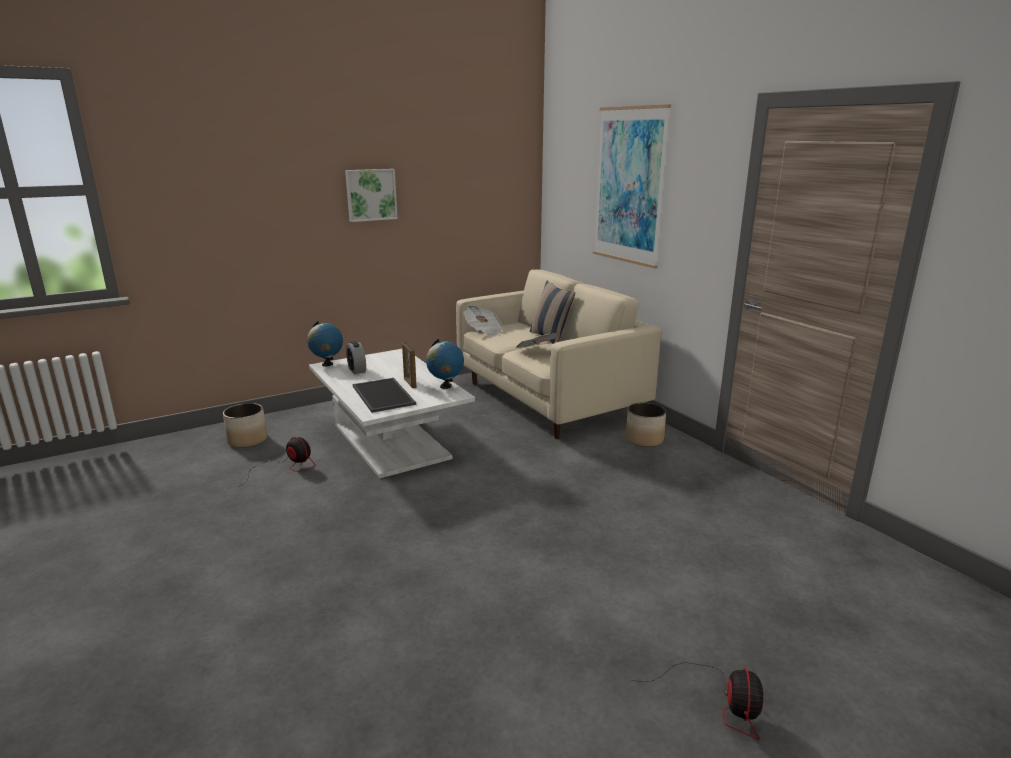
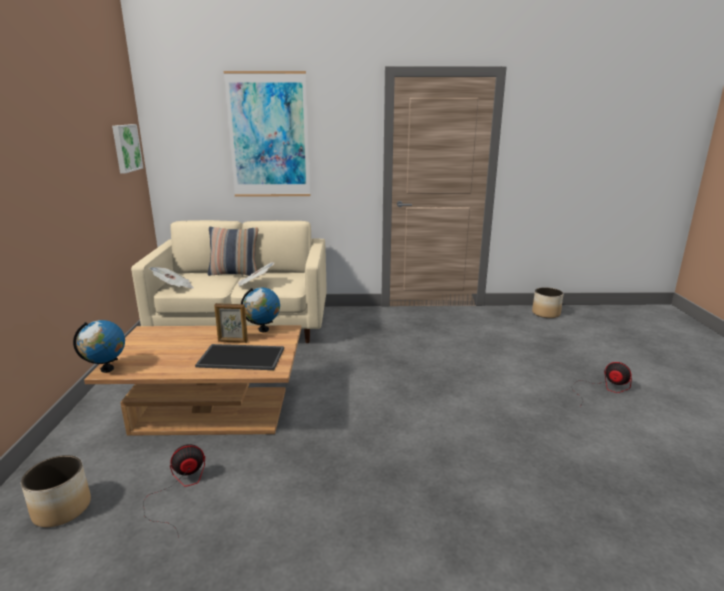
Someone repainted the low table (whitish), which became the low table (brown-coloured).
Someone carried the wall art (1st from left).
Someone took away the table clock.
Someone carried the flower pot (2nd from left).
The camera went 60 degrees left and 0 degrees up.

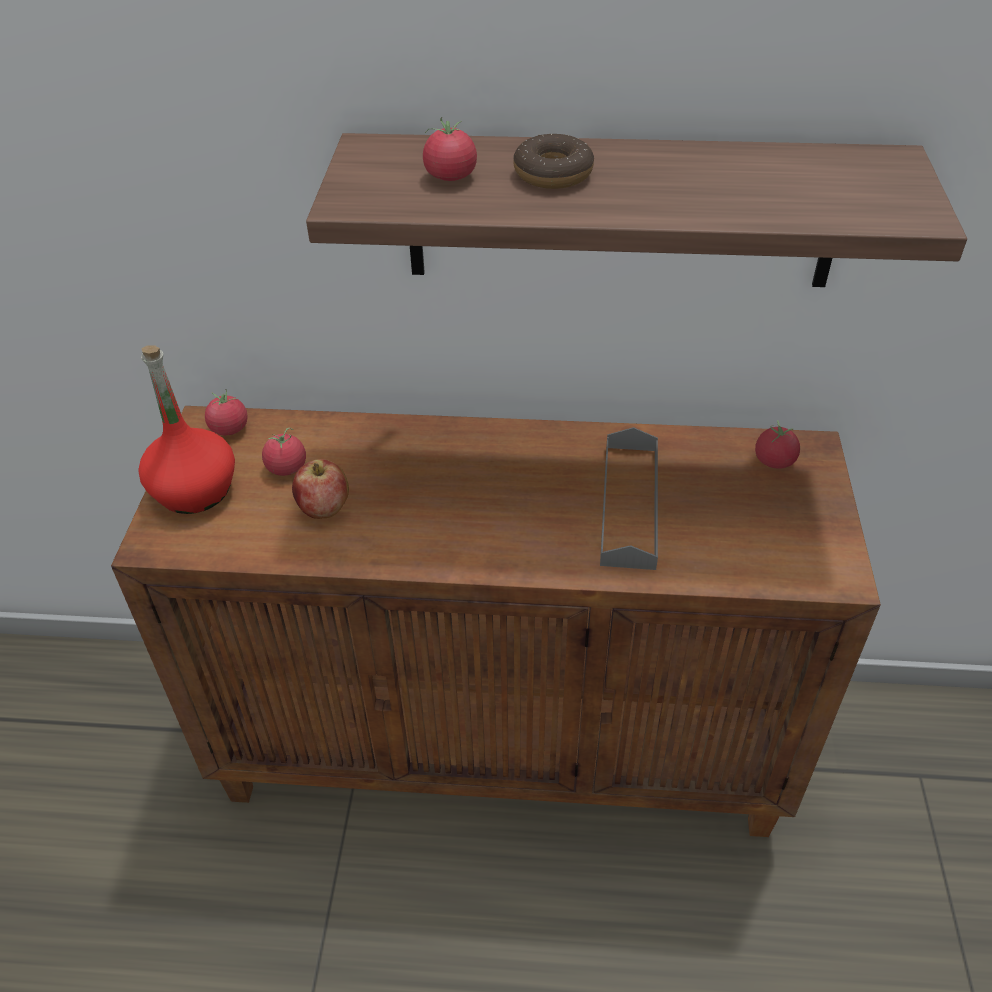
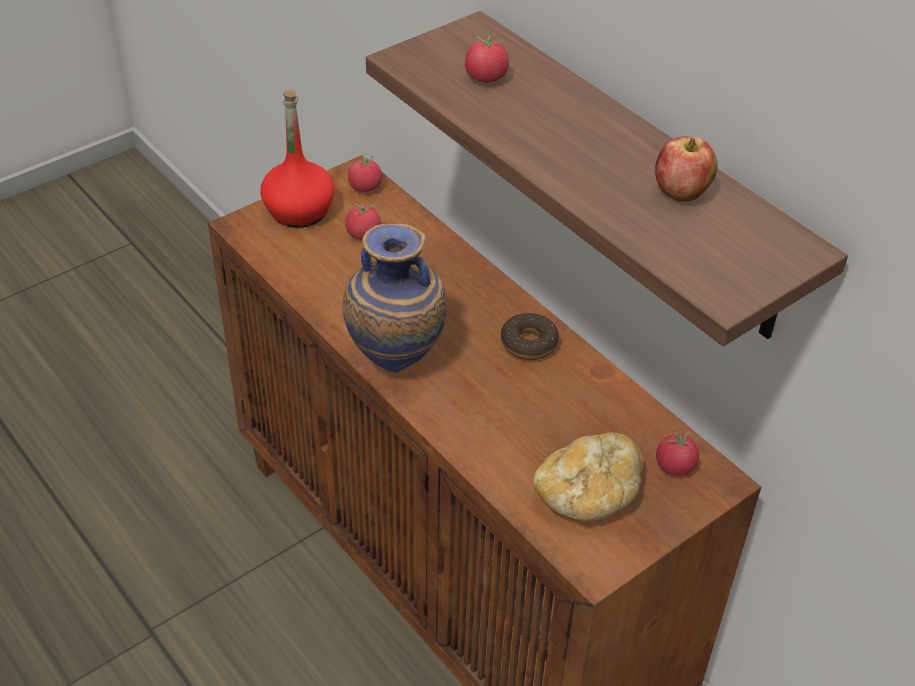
Someone carried the apple.
Someone carried the doughnut.
Someone took away the tray (grey).
Someone put down the decorative vase.
Someone put down the bakery bread.
The camera went 45 degrees right and 0 degrees up.

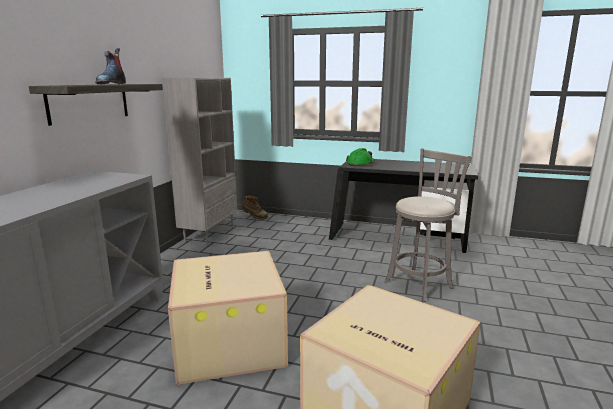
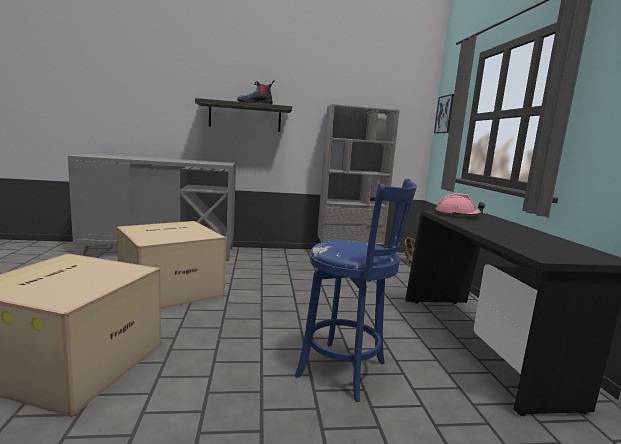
Someone repainted the work helmet (green-coloured), which became the work helmet (pink-coloured).
Someone repainted the stool (grey), which became the stool (bluish).
Someone put up the wall art.
The camera went 65 degrees right and 5 degrees down.

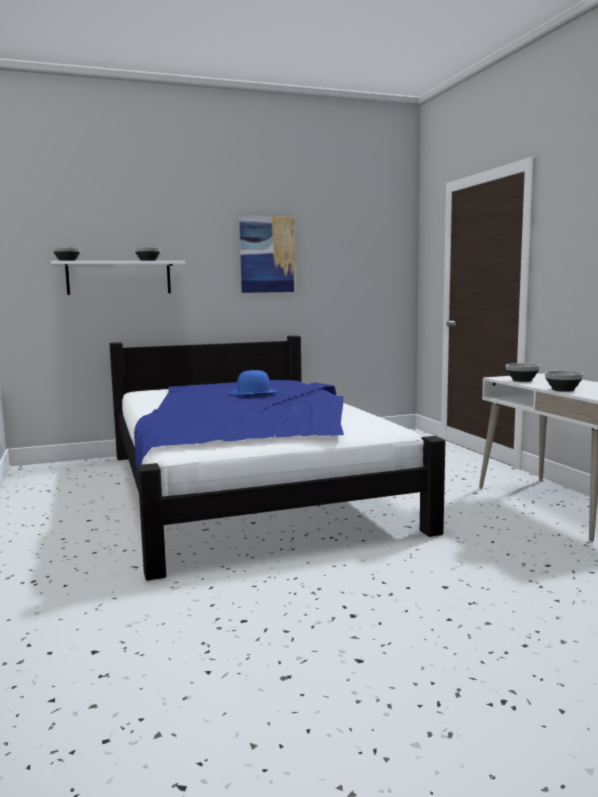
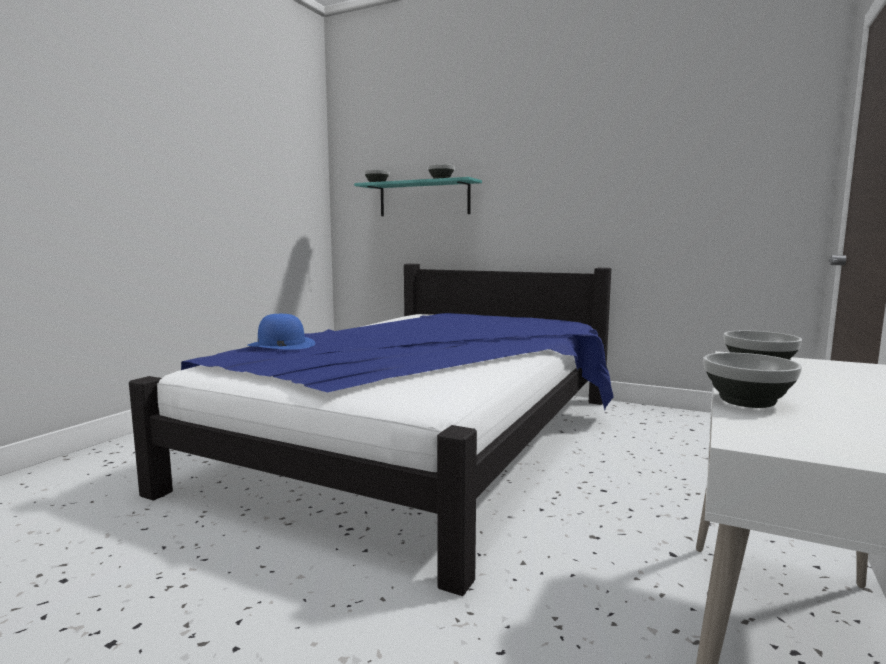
Someone repainted the shelf (whitish), which became the shelf (turquoise).
Someone carried the wearable hat (bluish).
Someone took away the wall art.
The camera went 45 degrees right and 0 degrees up.

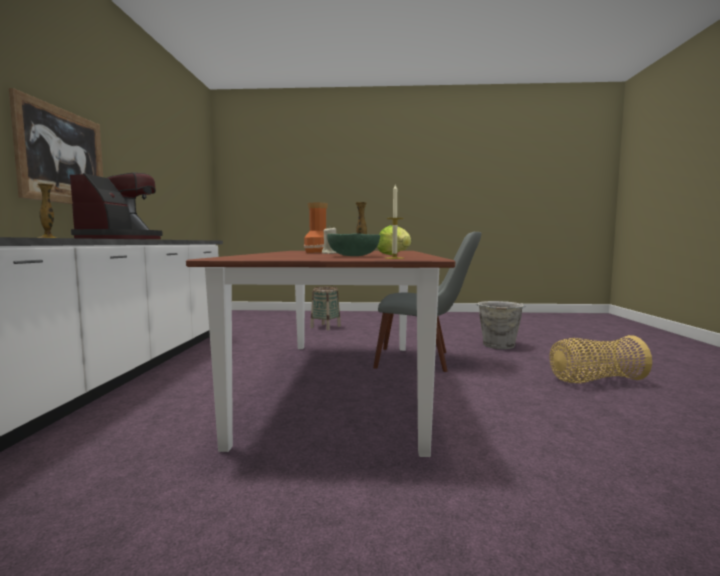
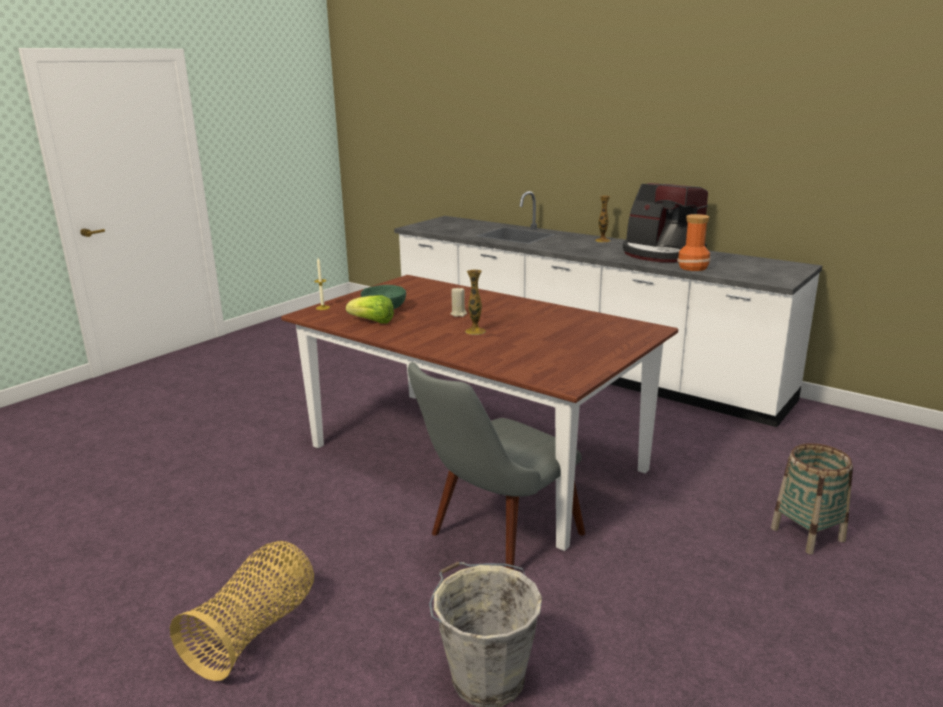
Someone took away the wall art.
Someone carried the decorative vase (2nd from left in the first image).
The camera went 125 degrees right and 15 degrees up.

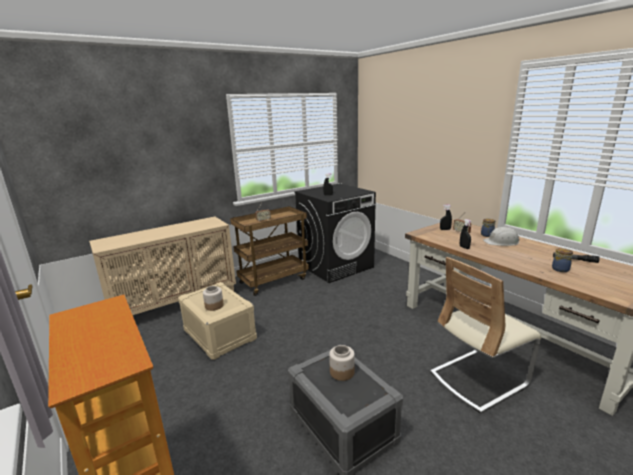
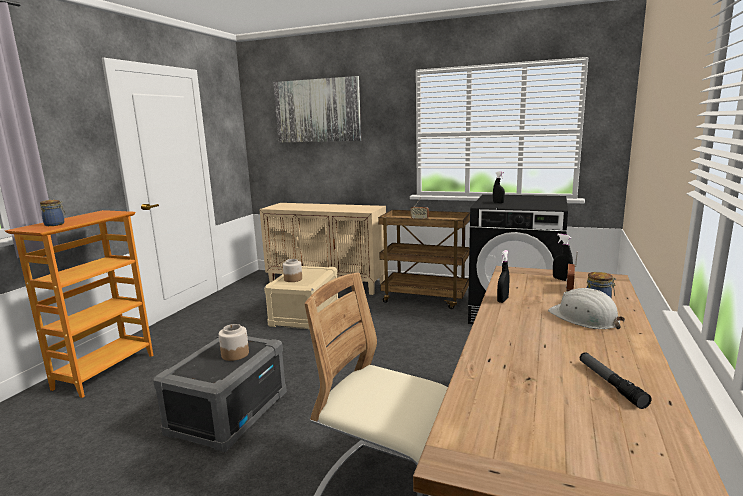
Someone carried the preserve jar (4th from left in the first image).
Someone put up the wall art.
The camera went 55 degrees right and 5 degrees down.

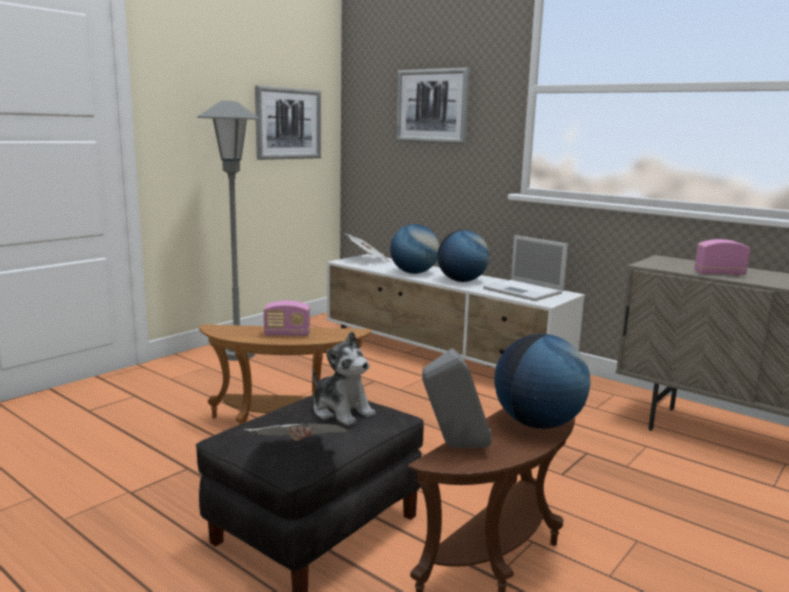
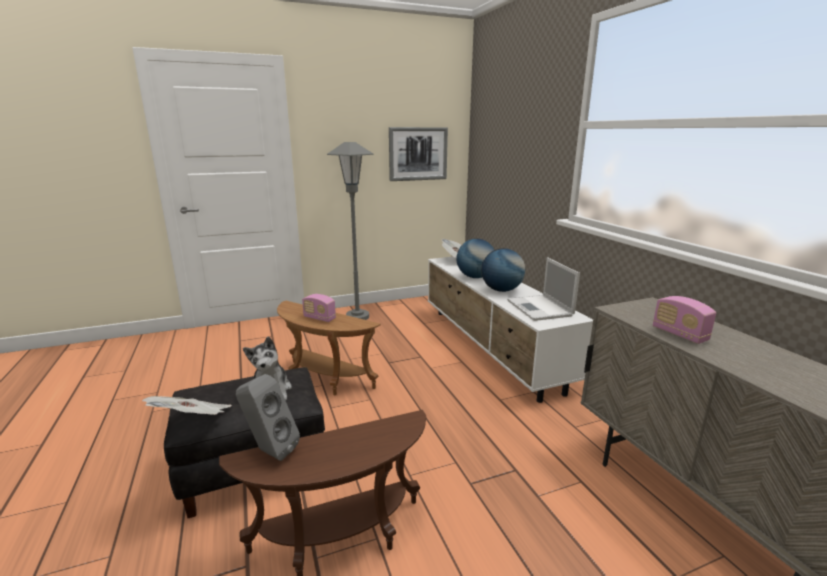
Someone took away the wall art (2nd from left).
Someone took away the globe (3rd from left).
Someone rotated the radio set (2nd from left) by 150 degrees counterclockwise.
The camera went 30 degrees right and 5 degrees up.

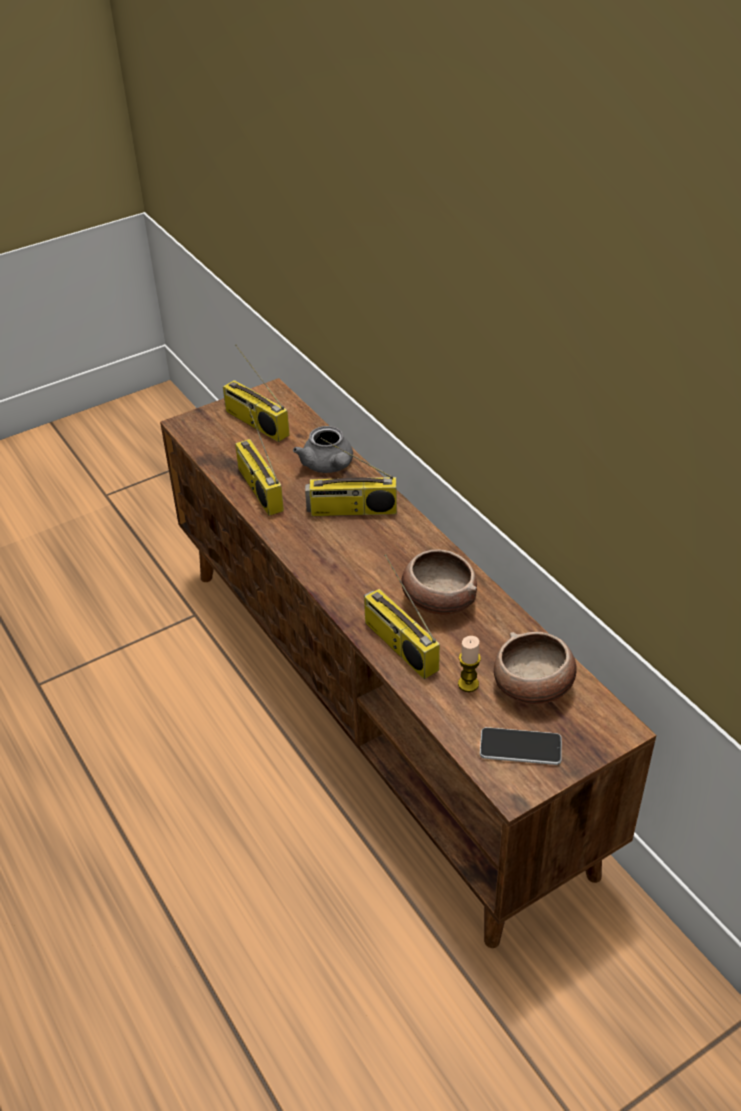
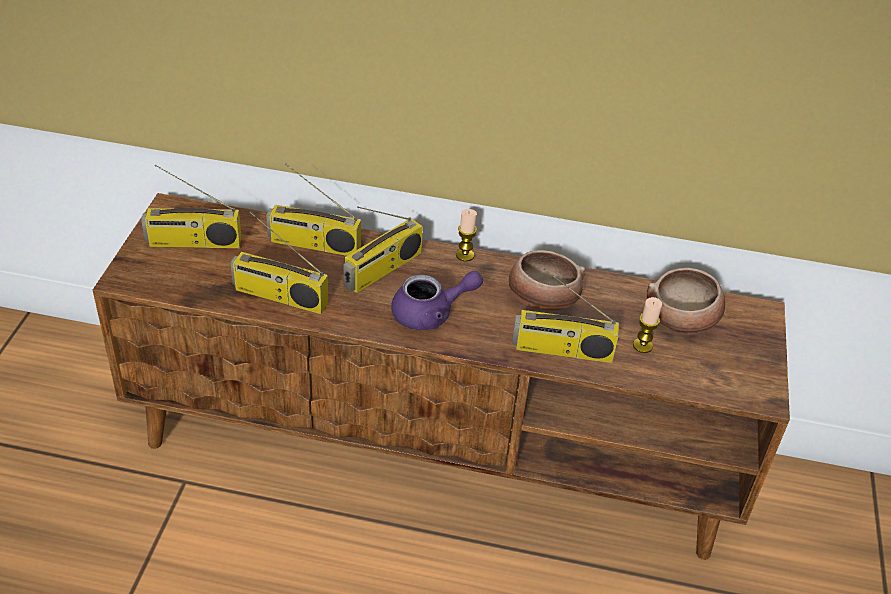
Someone swapped the pot for tea (grey) for the radio set (3rd from left).
Someone took away the phone.
Someone put down the pot for tea (purple-coloured).
Someone put down the candle (1st from left).
The camera went 50 degrees left and 0 degrees up.

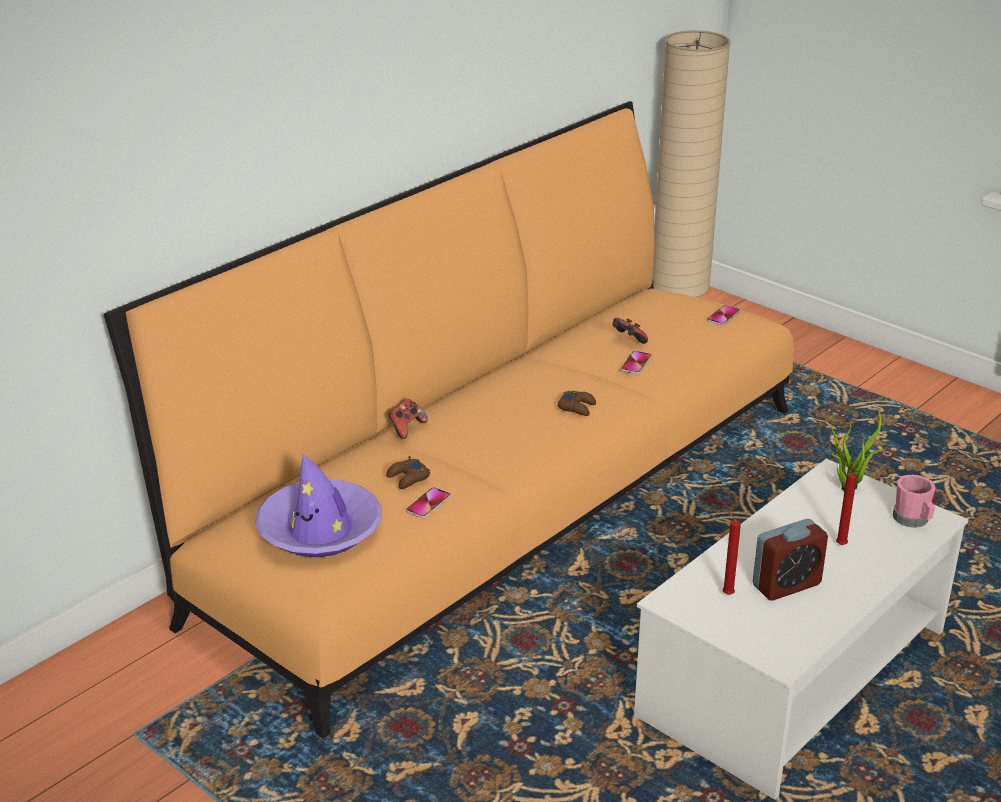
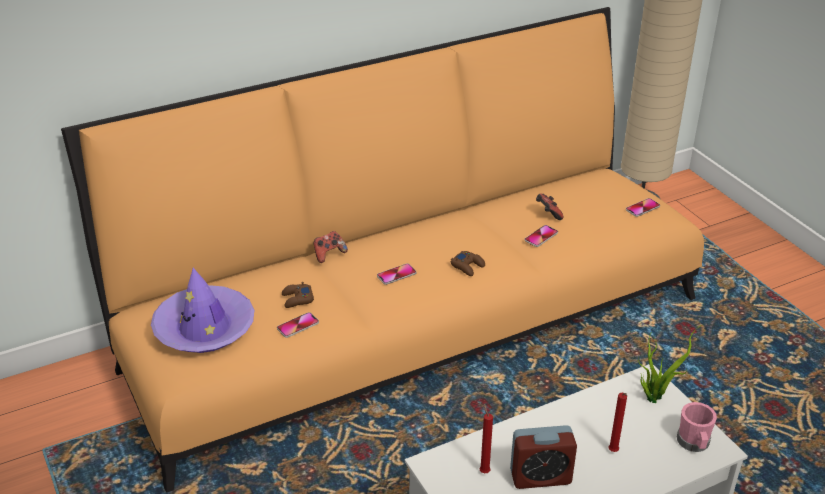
Someone put down the phone (2nd from left).
The camera went 20 degrees right and 5 degrees up.

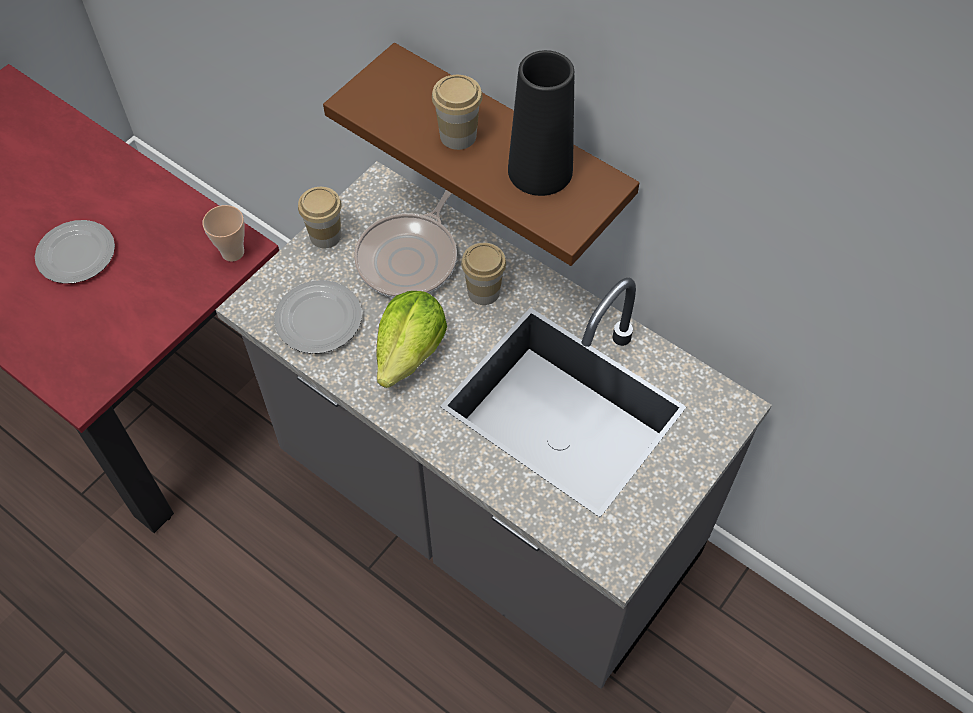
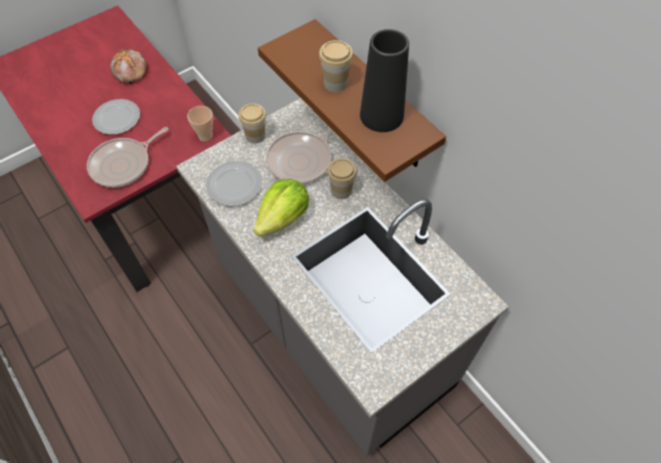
Someone put down the frying pan (1st from left).
Someone put down the bakery bread.
The camera went 15 degrees right and 0 degrees up.

